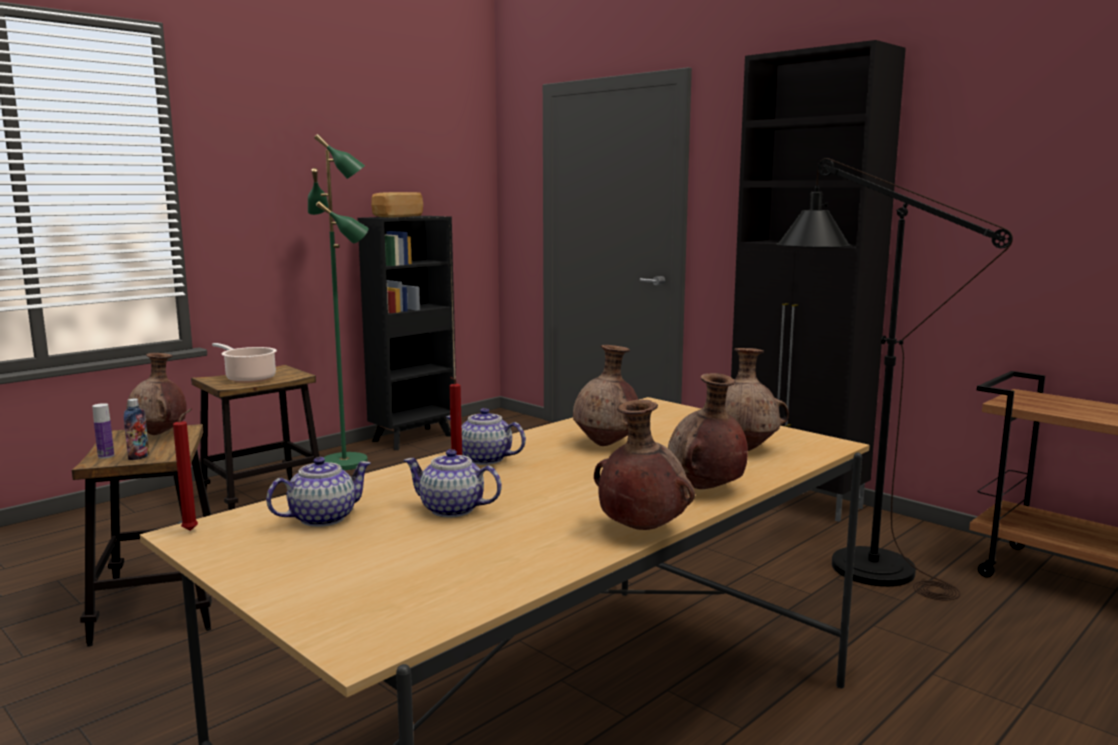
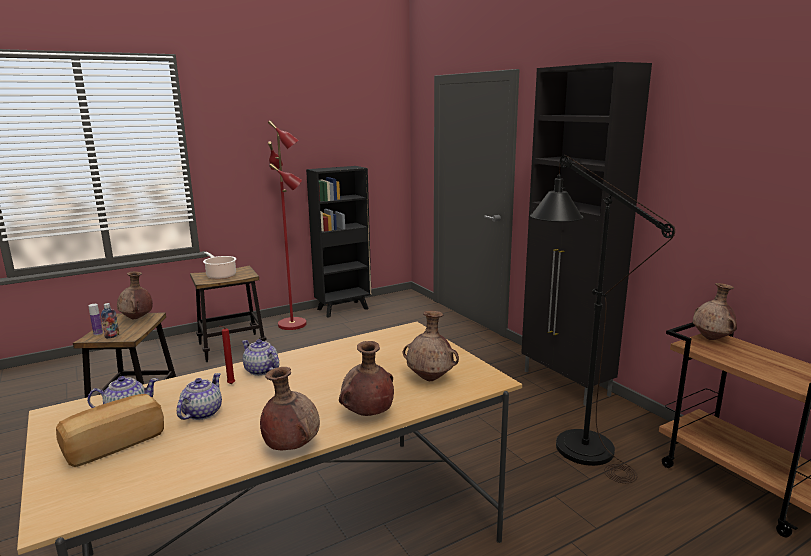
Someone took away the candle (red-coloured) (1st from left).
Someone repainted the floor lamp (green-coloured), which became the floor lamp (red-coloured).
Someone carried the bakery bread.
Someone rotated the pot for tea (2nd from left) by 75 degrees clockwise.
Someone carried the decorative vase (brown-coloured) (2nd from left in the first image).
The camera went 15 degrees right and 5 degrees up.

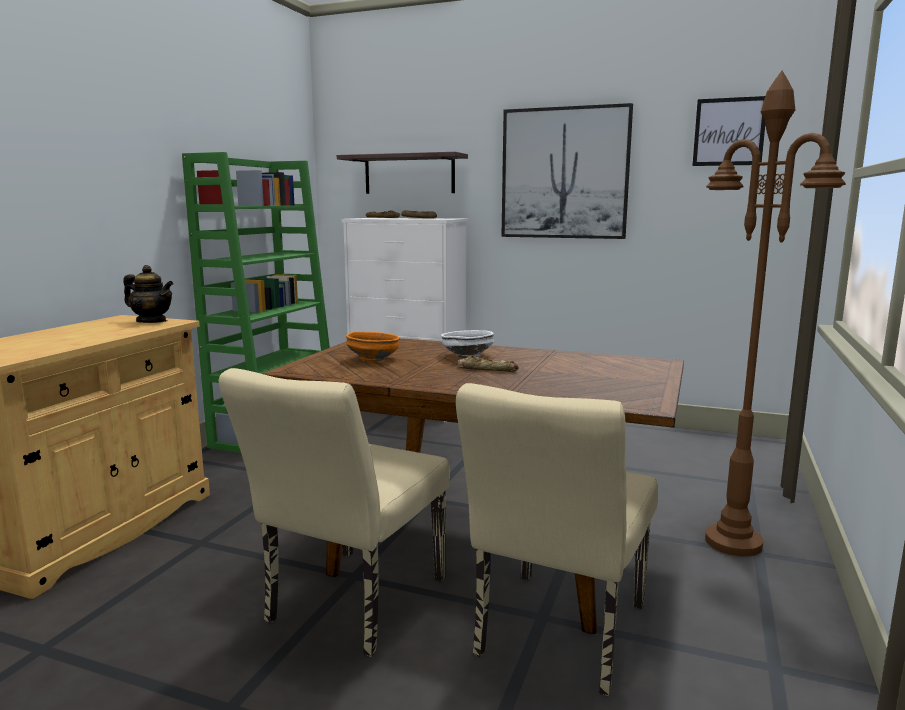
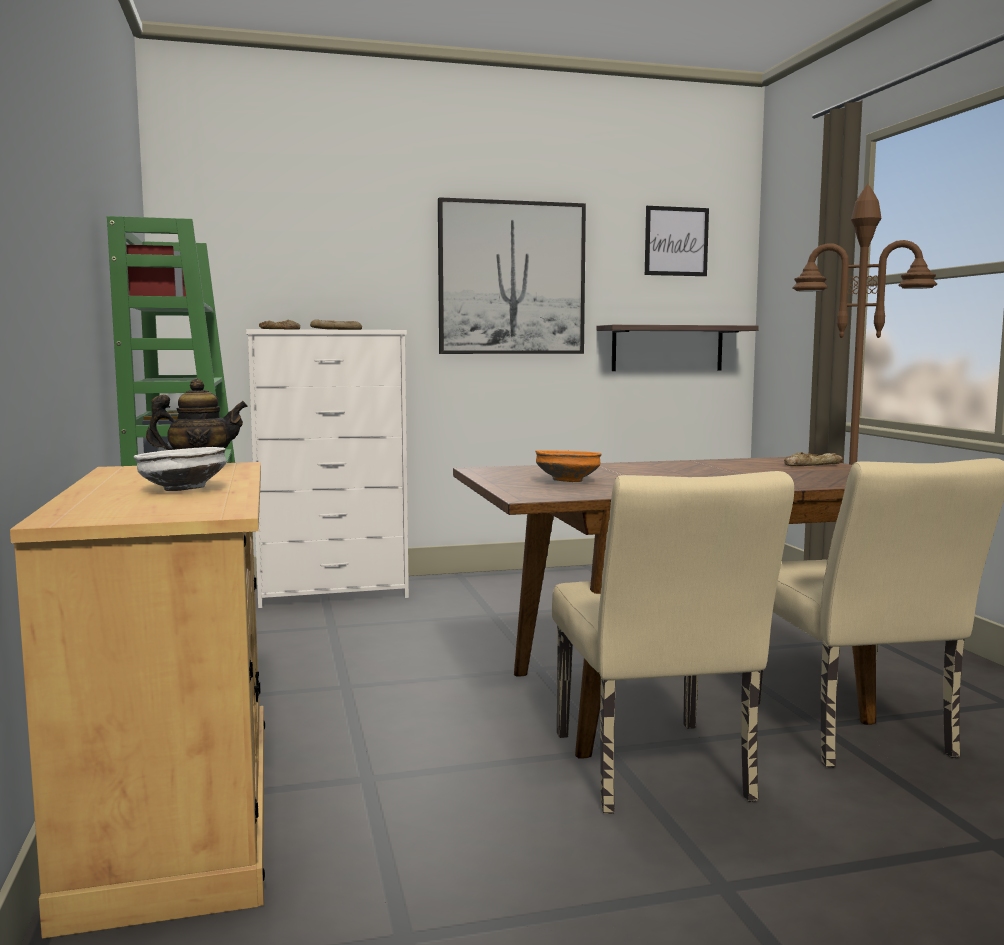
Someone carried the shelf.
Someone carried the serving bowl (whitish).
Someone carried the bakery bread (3rd from left).
The camera went 35 degrees left and 5 degrees down.

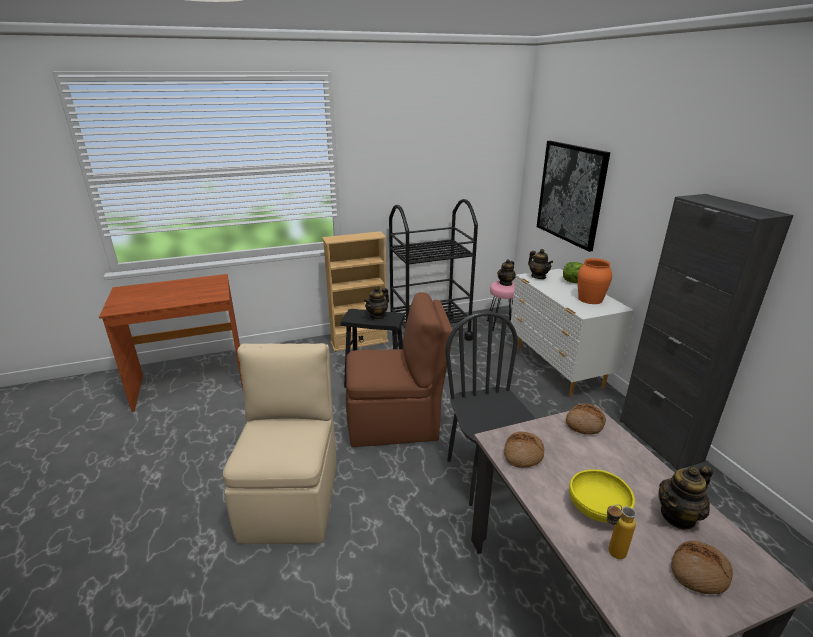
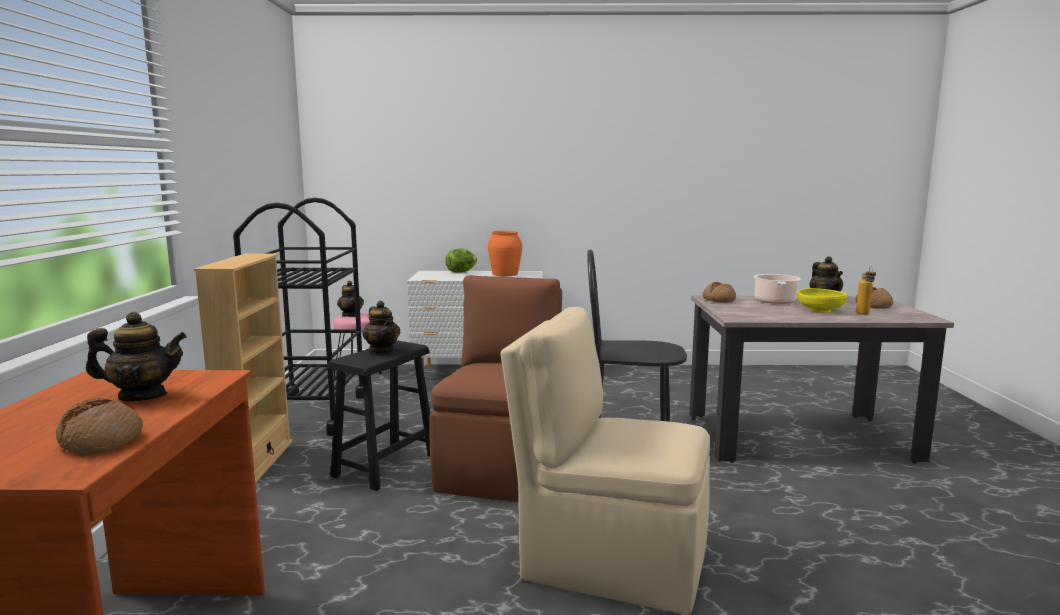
Someone carried the bakery bread (1st from left).
Someone carried the pot for tea (3rd from left in the first image).
Someone took away the wall art.
Someone took away the cupboard (blackish).
Someone put down the saucepot.
The camera went 70 degrees left and 15 degrees down.

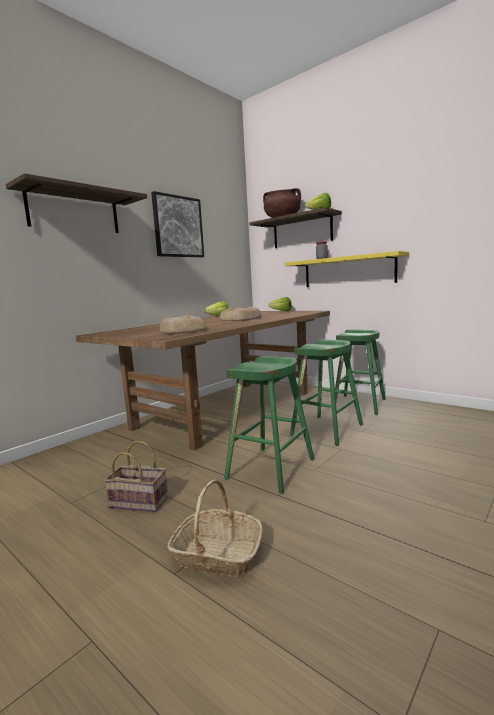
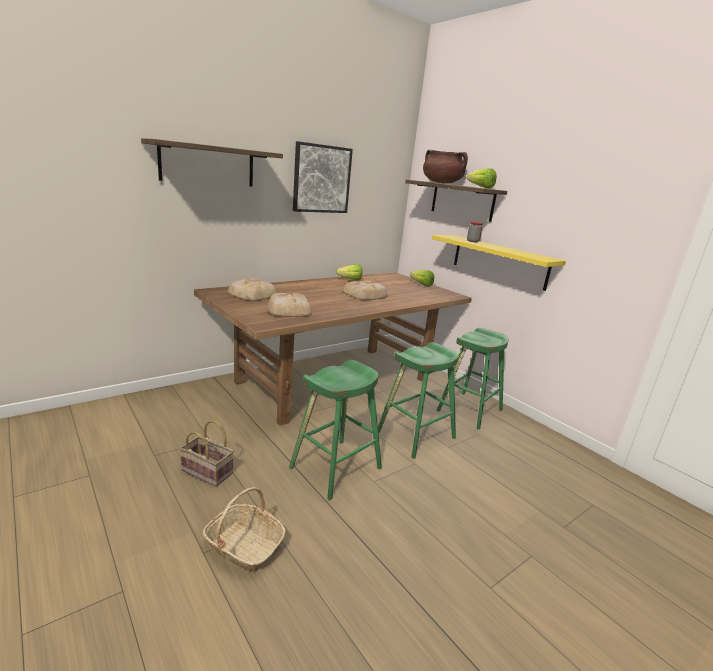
Someone put down the bakery bread (1st from left).
The camera went 10 degrees right and 10 degrees up.

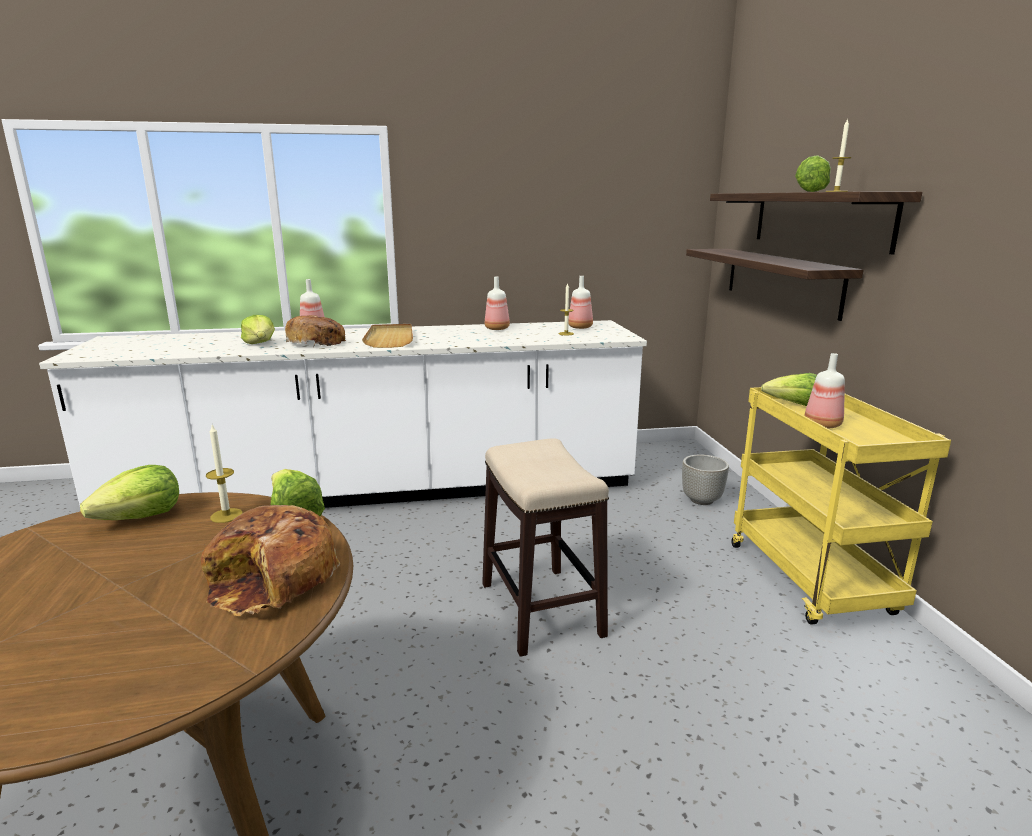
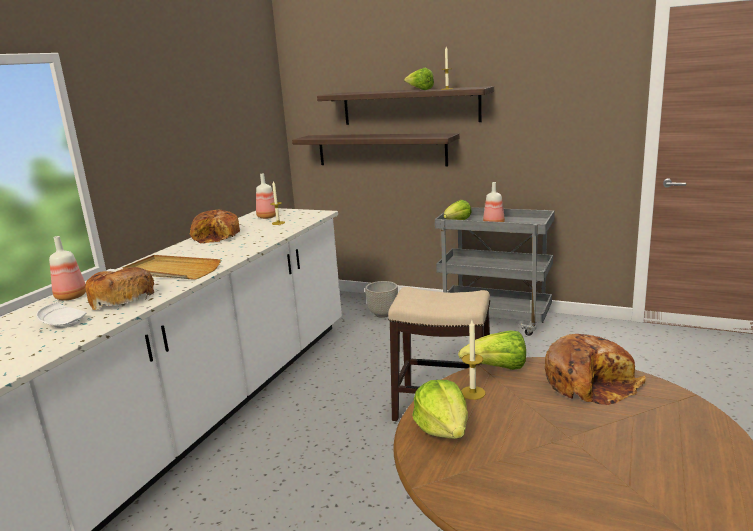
Someone swapped the head of lettuce (2nd from left) for the dinner plate (whitish).
Someone swapped the beverage bottle (2nd from left) for the bakery bread (2nd from left).
Someone repainted the cart (yellowish), which became the cart (grey).
The camera went 55 degrees left and 0 degrees up.

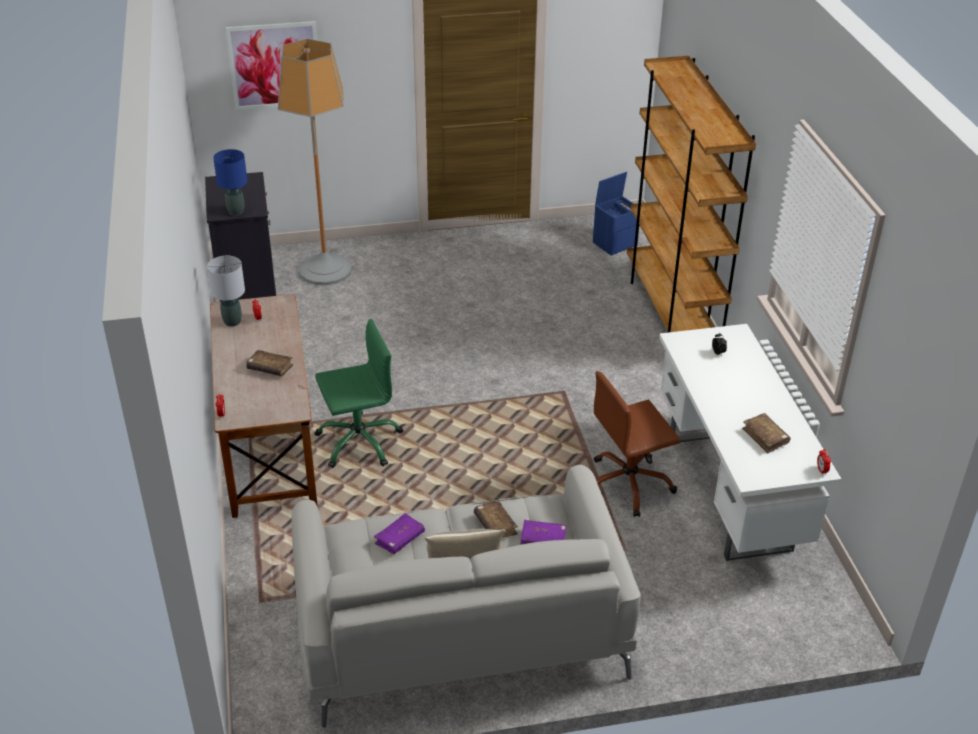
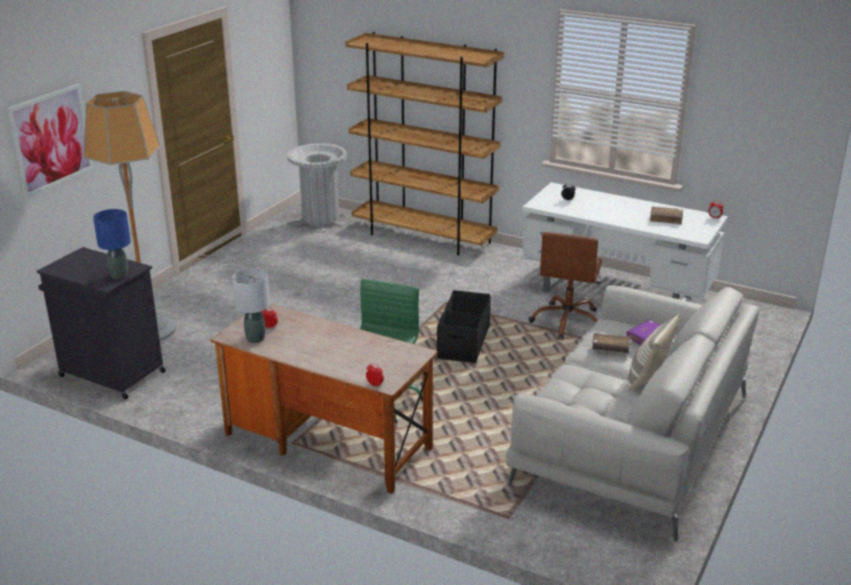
Someone took away the book (brown-coloured) (1st from left).
Someone took away the book (purple-coloured) (1st from left).
Someone swapped the storage container (bluish) for the rubbish bin (grey).
Someone put down the storage container (blackish).
The camera went 50 degrees left and 10 degrees down.

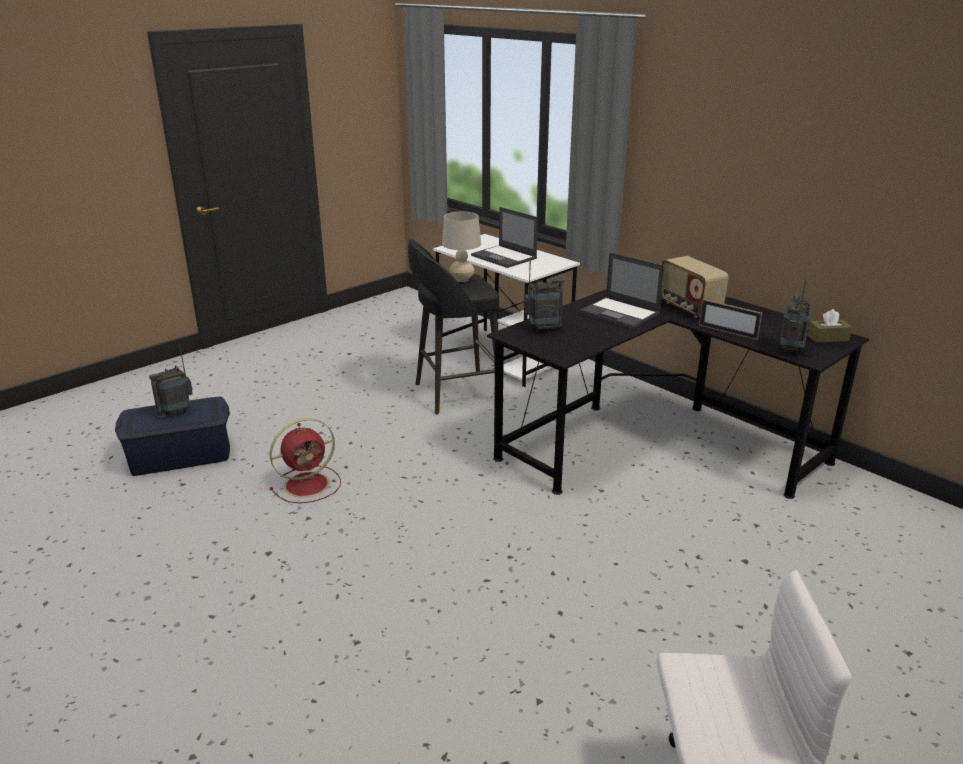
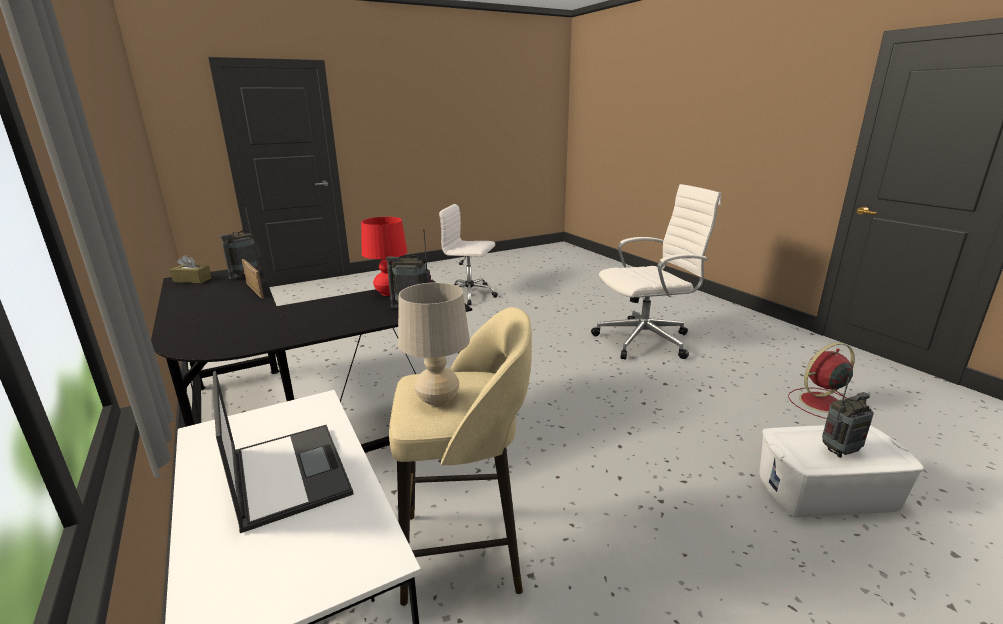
Someone repainted the storage container (bluish), which became the storage container (whitish).
Someone carried the fan (red-coloured).
Someone repainted the stool (blackish), which became the stool (beige).
Someone took away the notebook computer (2nd from left).
Someone took away the radio set (3rd from left).
Someone put down the lamp for a table (red-coloured).
Someone put down the desk chair (whitish) (2nd from left).
The camera went 165 degrees left and 5 degrees down.

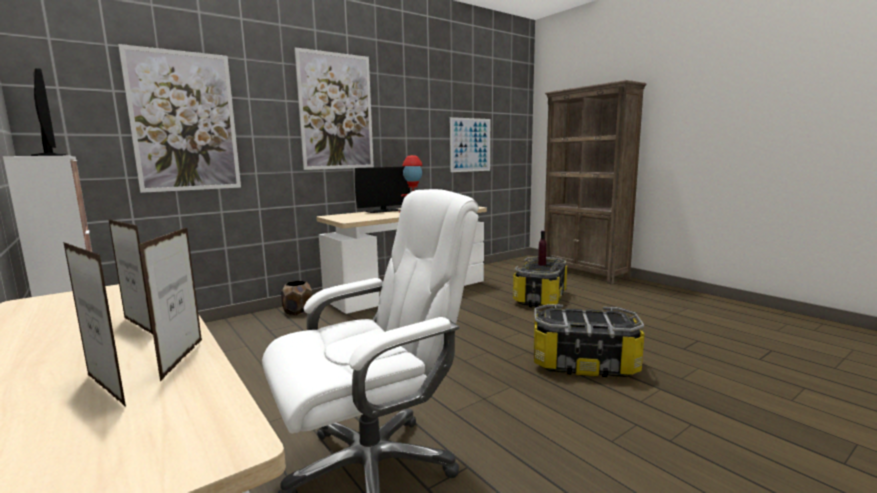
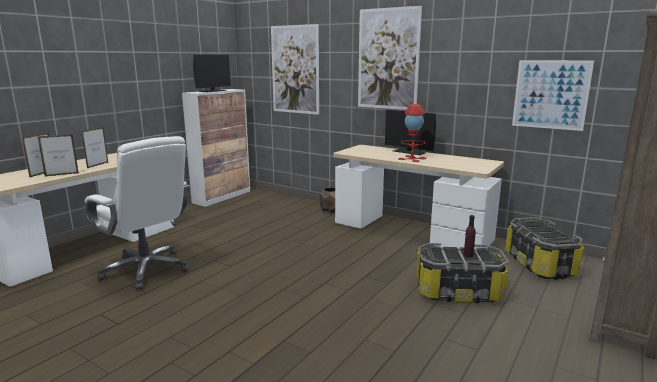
Someone carried the storage container (2nd from left).
The camera went 70 degrees right and 5 degrees up.

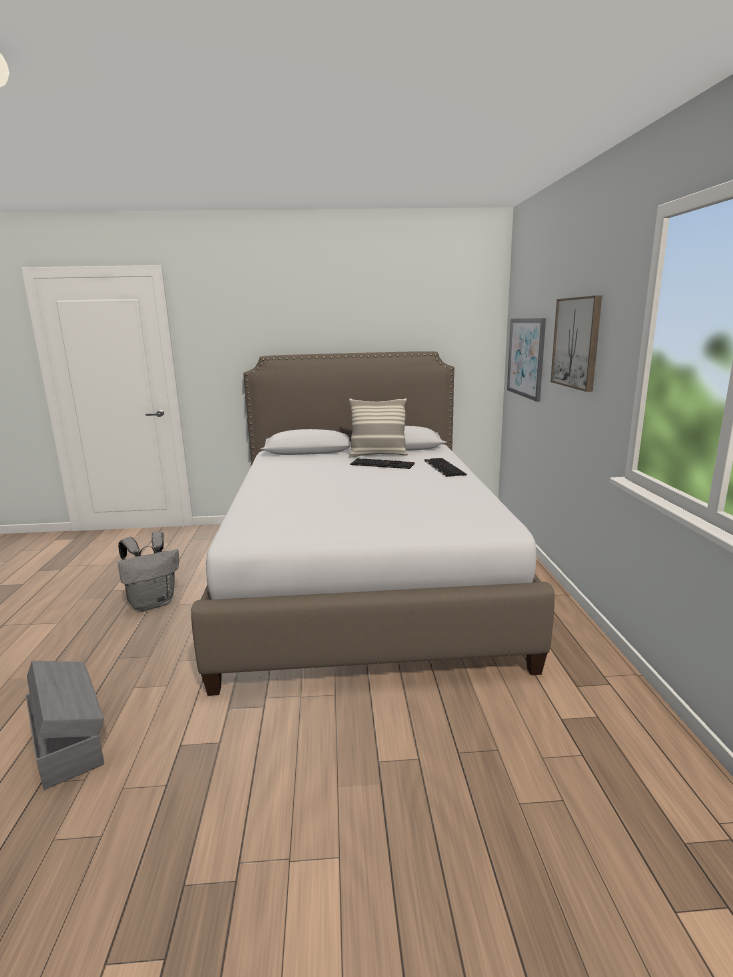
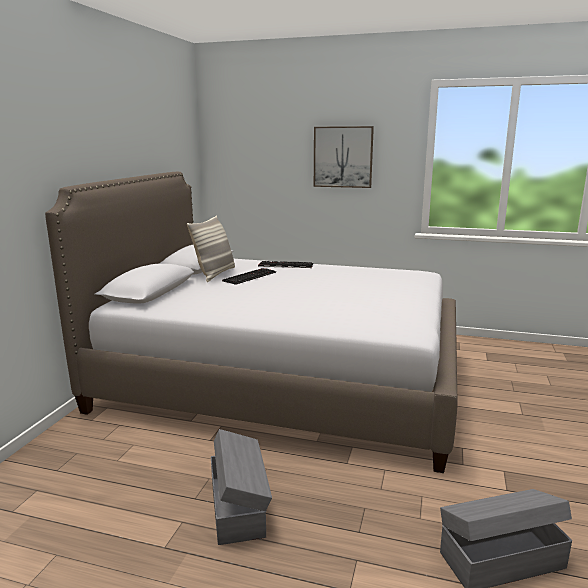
Someone swapped the backpack (grey) for the storage container (grey) (1st from left).
Someone took away the wall art (1st from left).
The camera went 70 degrees left and 0 degrees up.

